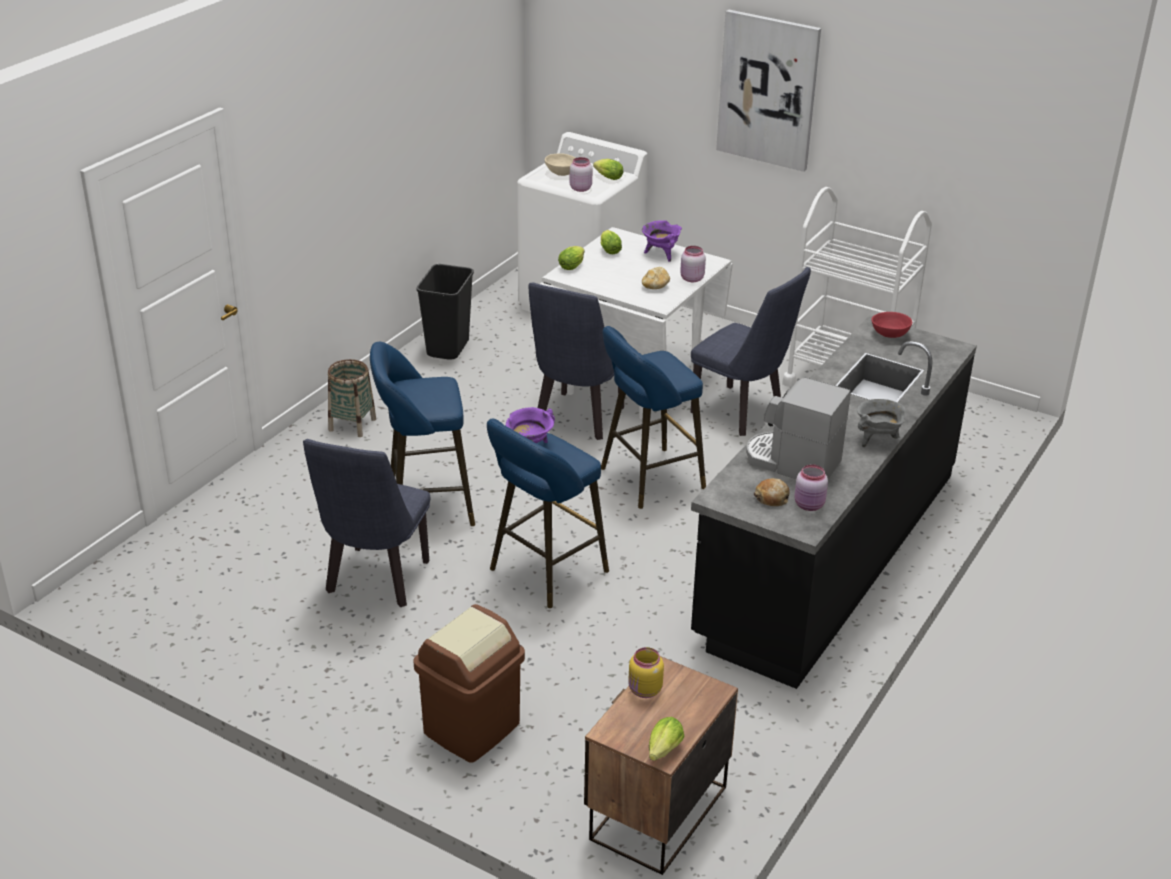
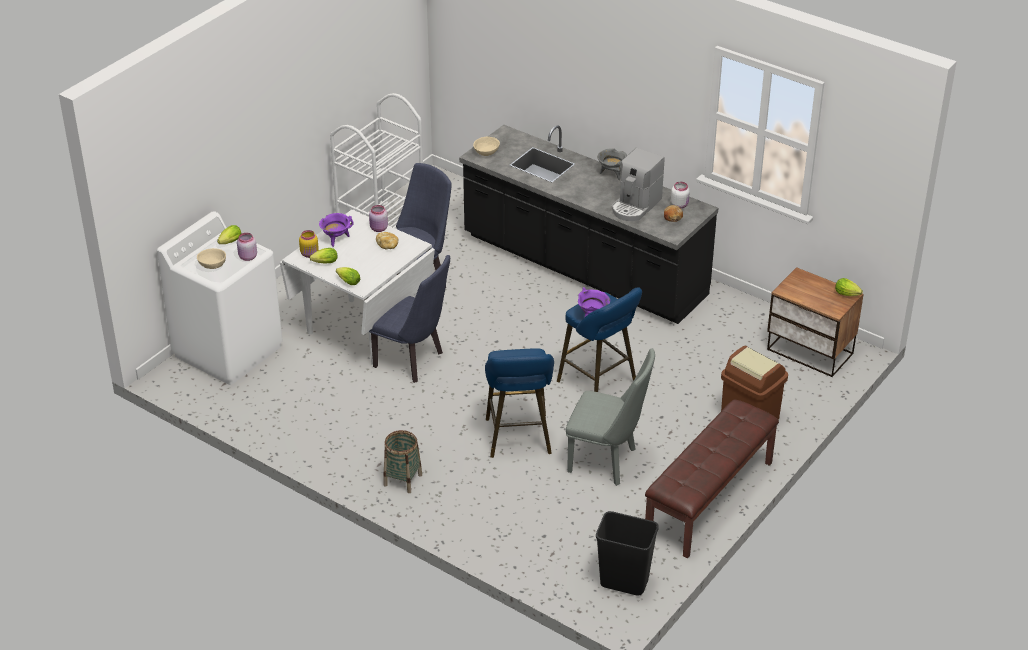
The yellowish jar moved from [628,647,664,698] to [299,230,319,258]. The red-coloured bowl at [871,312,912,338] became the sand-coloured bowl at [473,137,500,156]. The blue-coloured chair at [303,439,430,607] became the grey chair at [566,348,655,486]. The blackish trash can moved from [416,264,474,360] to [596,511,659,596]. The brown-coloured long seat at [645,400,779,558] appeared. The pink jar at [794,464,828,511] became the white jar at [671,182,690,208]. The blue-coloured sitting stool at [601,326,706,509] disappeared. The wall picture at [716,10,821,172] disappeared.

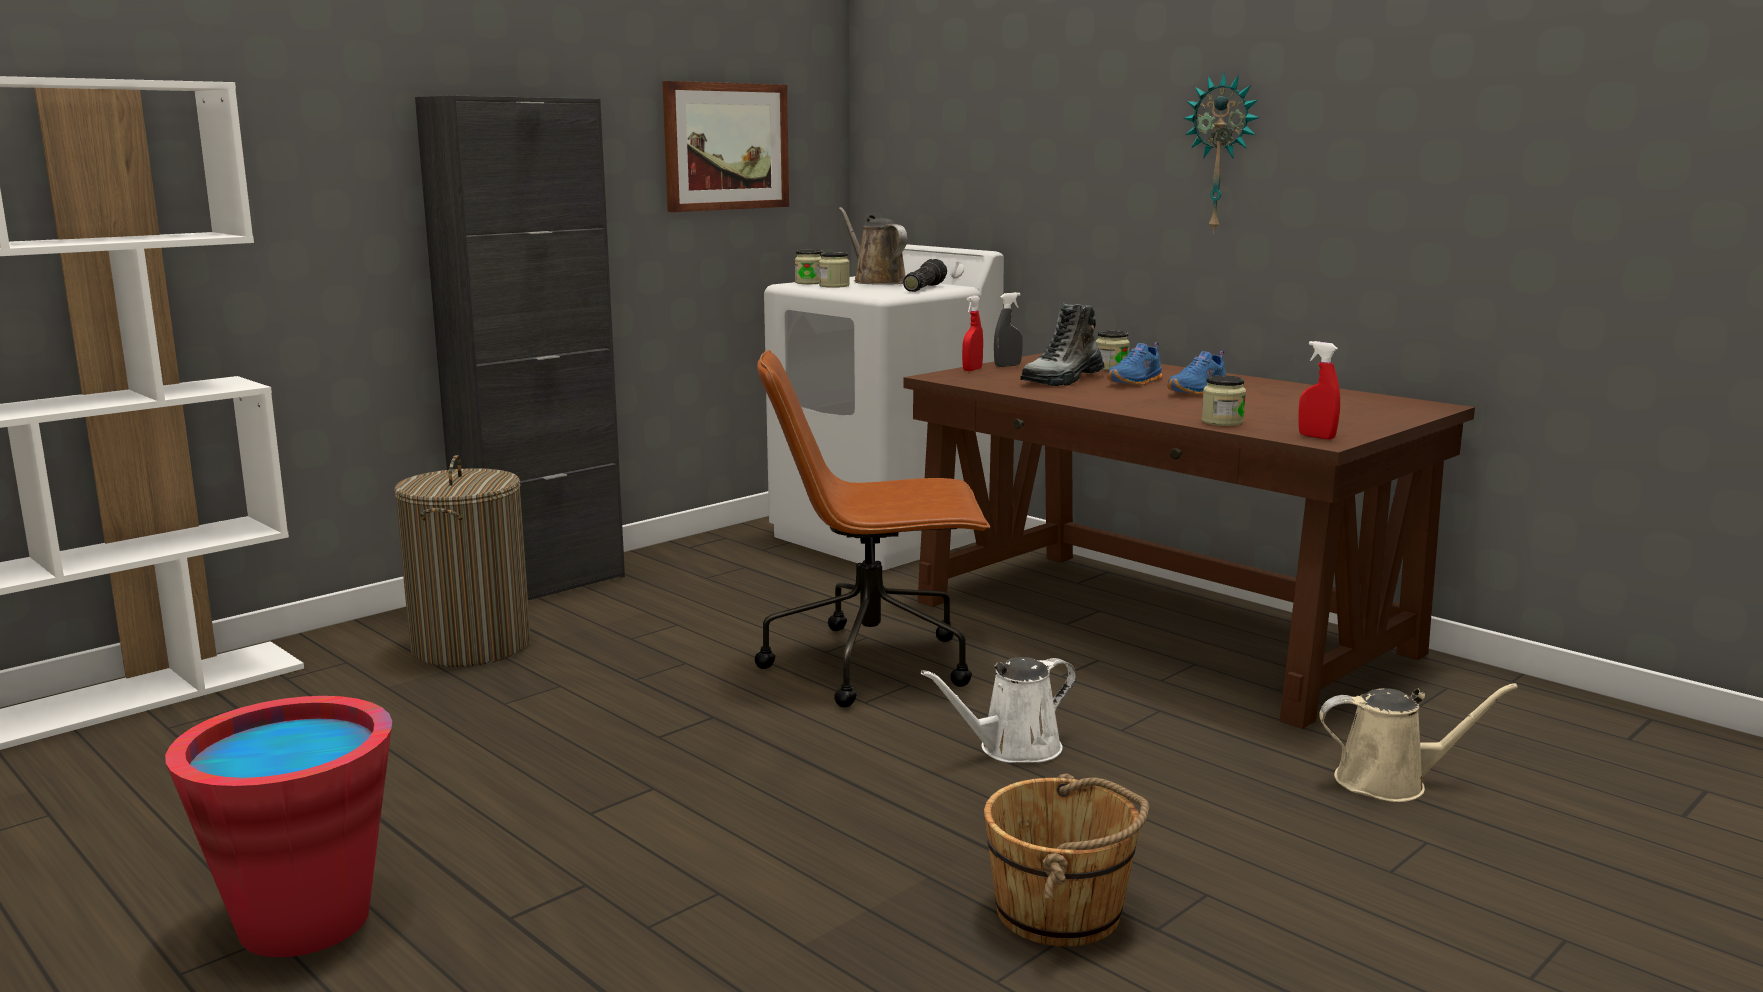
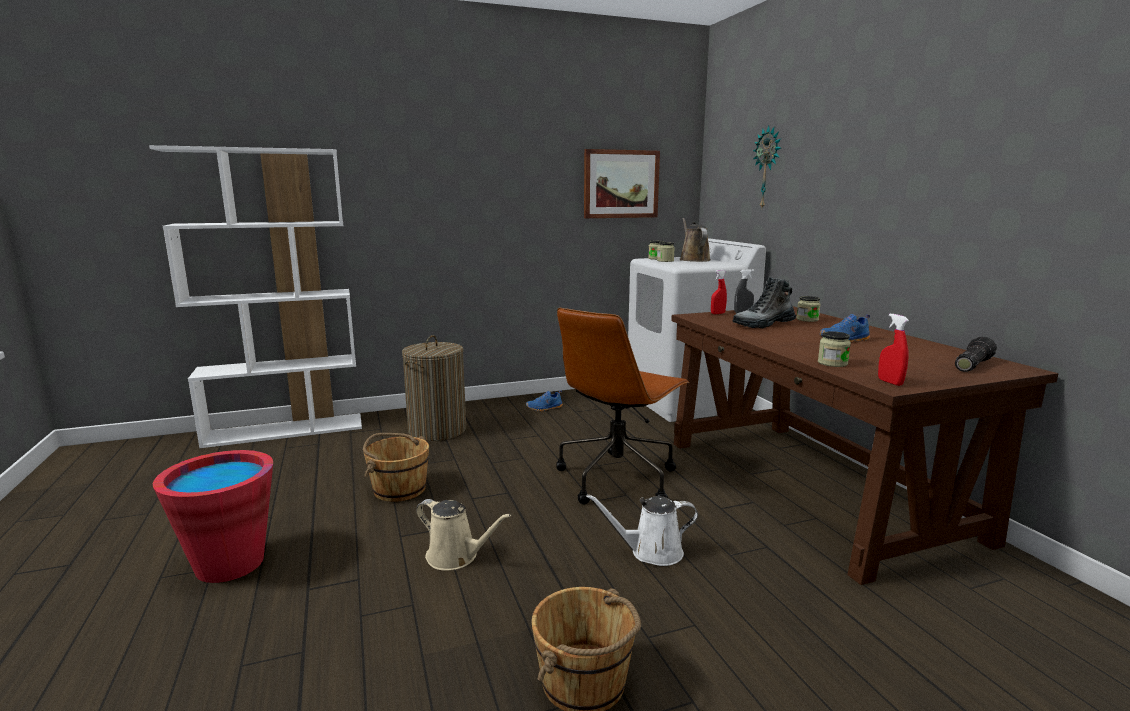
The brown-coloured water bucket at [363,433,429,502] appeared. The sand-coloured watering can moved from [1319,683,1518,802] to [416,499,511,571]. The blue-coloured shoe moved from [1107,342,1162,385] to [526,390,563,412]. The brown-coloured computer chair at [755,350,990,708] turned 75 degrees counterclockwise. The hanging clock moved from [1183,72,1260,234] to [753,126,781,208]. The torch moved from [903,259,947,292] to [955,337,997,372]. The blackish storage cabinet at [415,95,625,600] disappeared.

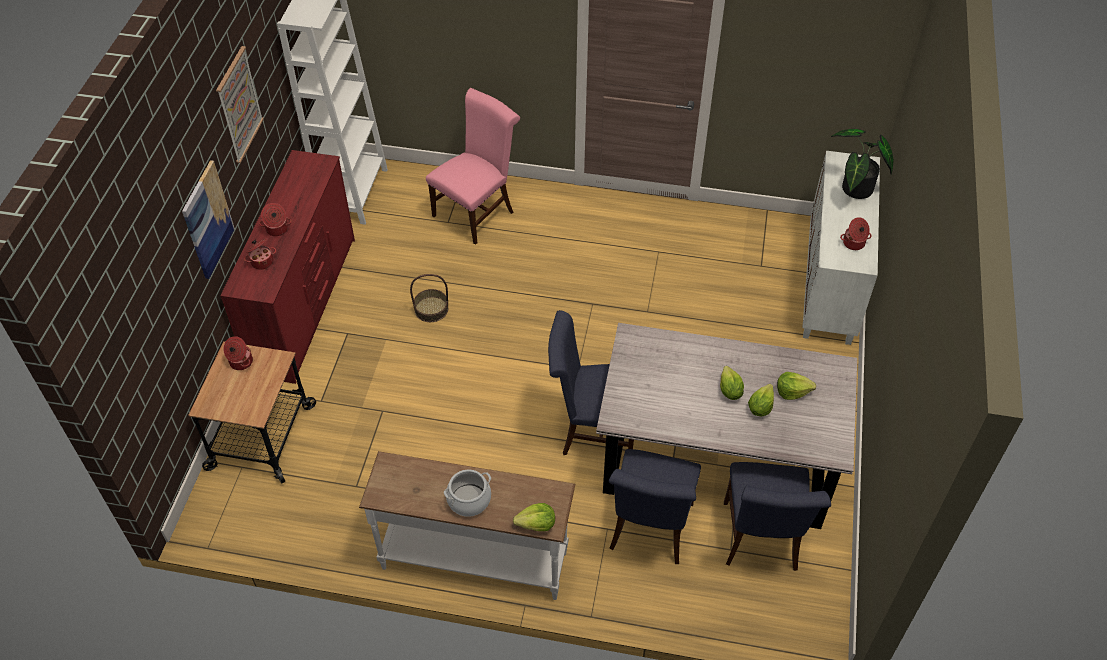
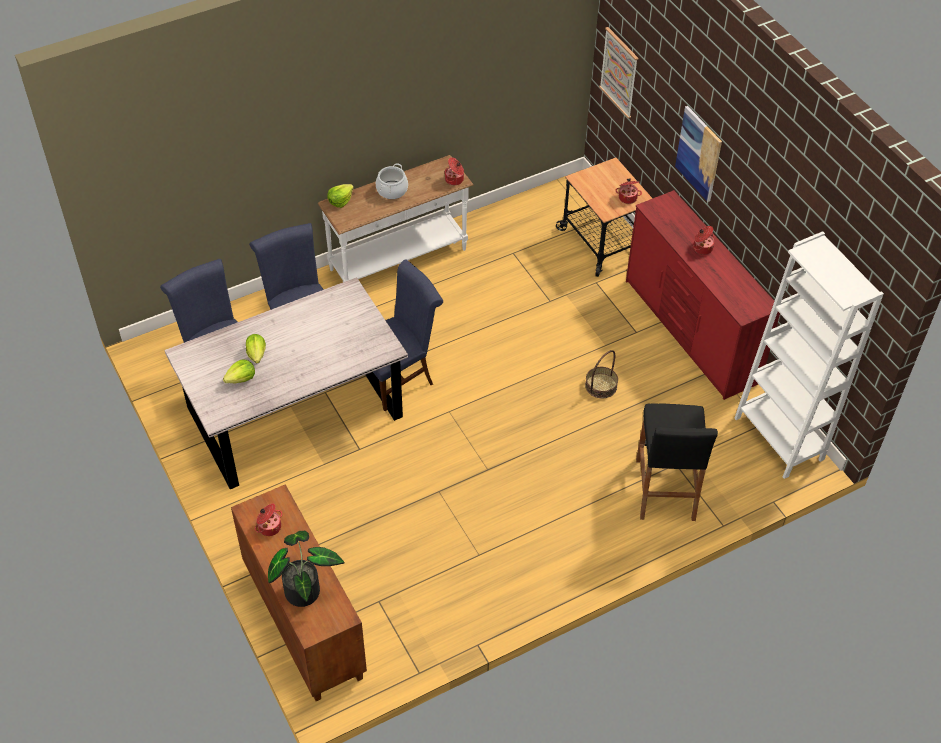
The white storage cabinet at [802,151,880,345] became the brown-coloured storage cabinet at [231,484,367,701]. The stockpot moved from [244,238,276,270] to [444,157,464,185]. The wall picture moved from [216,46,264,163] to [599,27,638,118]. The pink chair at [426,88,520,245] was replaced by the blackish sitting stool at [636,403,718,521]. The lettuce at [720,366,744,400] disappeared.

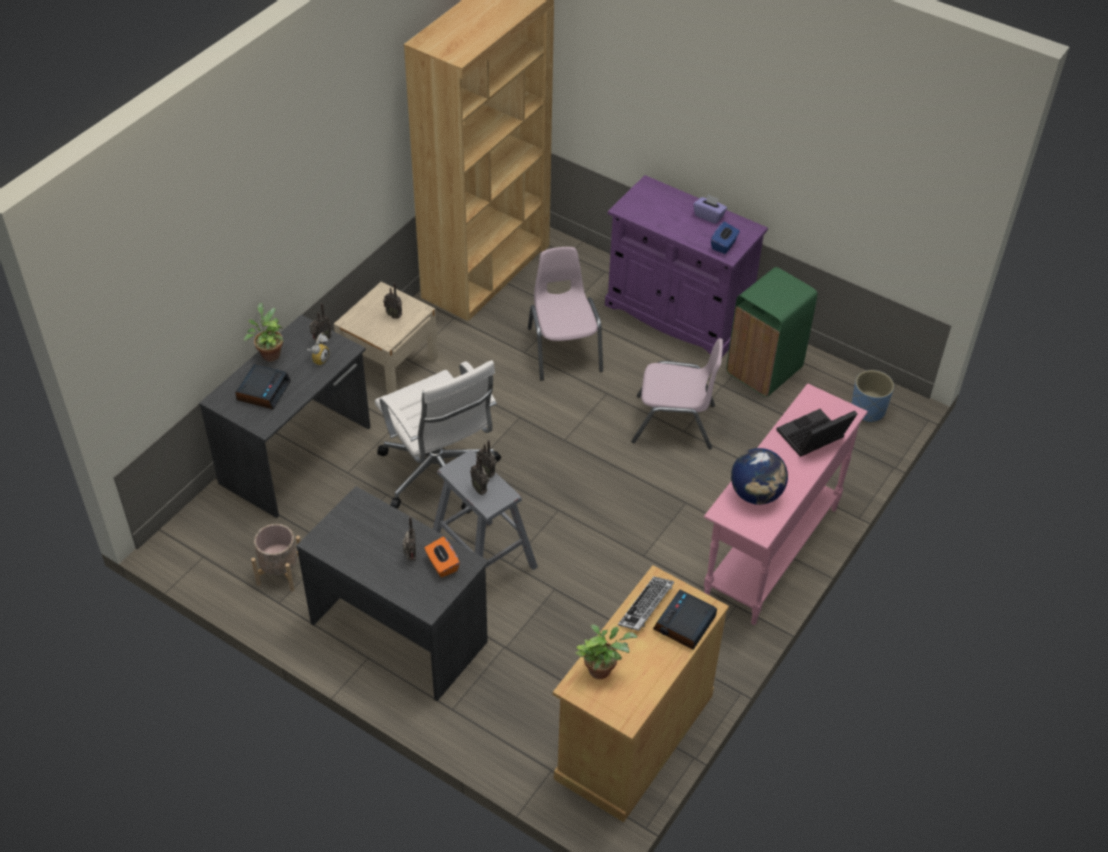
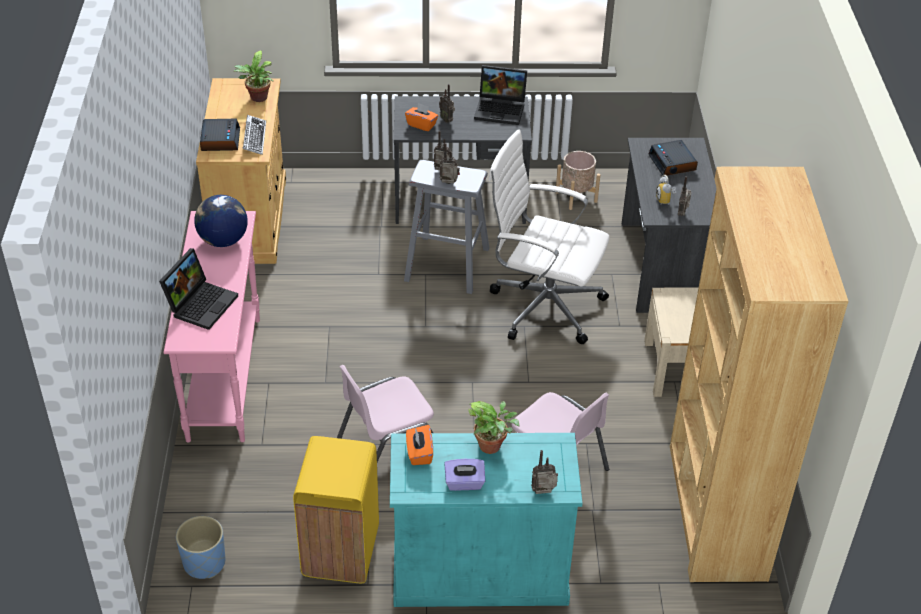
The green trash can at [726,267,817,397] became the yellowish trash can at [293,436,379,583]. The purple storage cabinet at [605,175,768,357] became the blue-green storage cabinet at [390,433,583,607]. The blue-coloured tissue box at [711,222,740,254] became the orange-coloured tissue box at [406,425,433,465]. The houseplant moved from [244,303,284,362] to [468,401,519,454]. The laptop at [474,65,527,125] appeared. The radio receiver moved from [383,282,402,319] to [531,450,558,494].

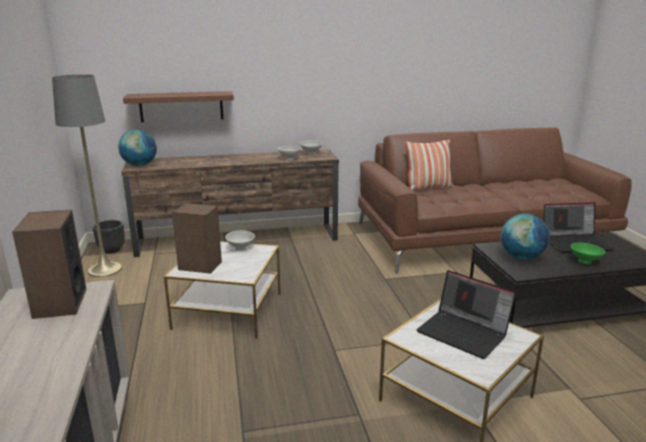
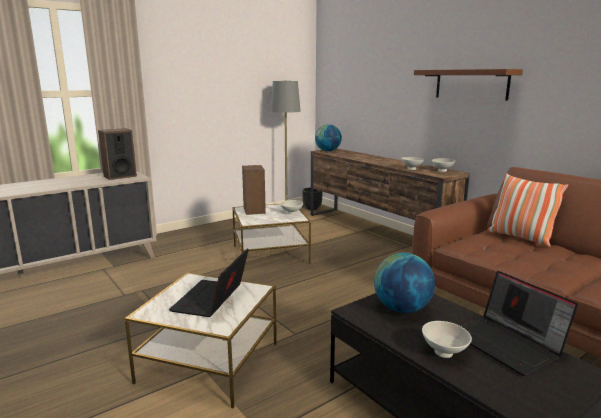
The brown-coloured shelf moved from [123,91,234,122] to [414,69,523,101]. The green bowl at [571,243,605,264] became the white bowl at [422,321,472,358].

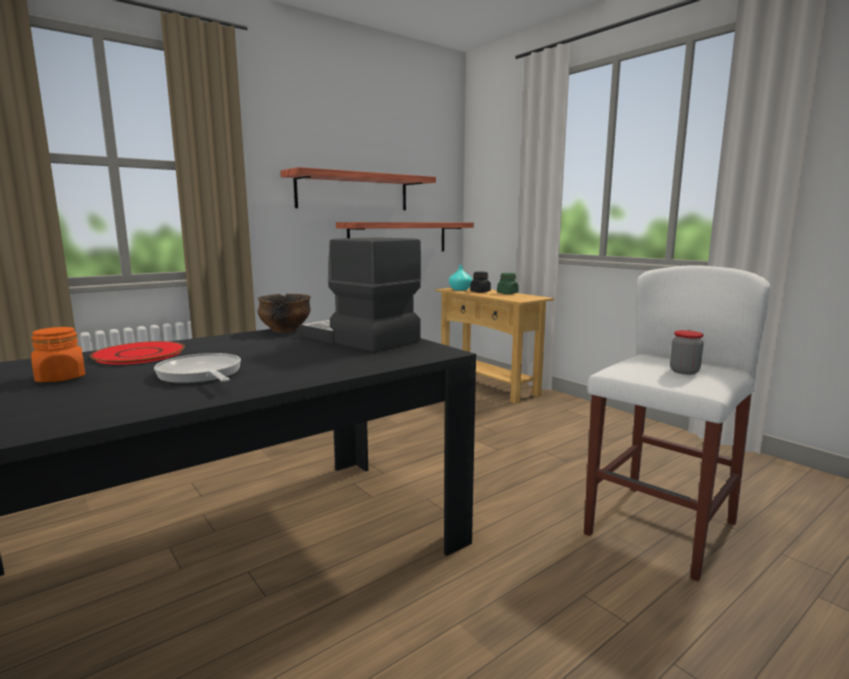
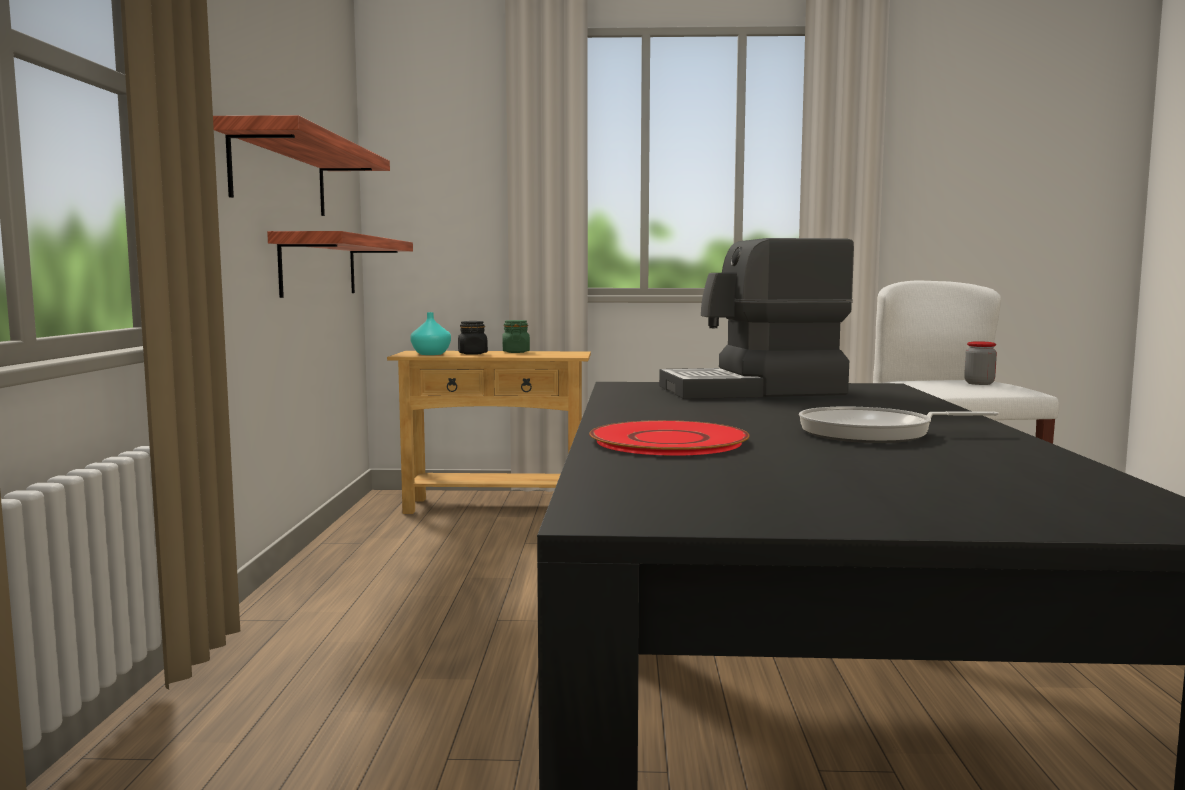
The orange-coloured jar at [31,327,85,382] disappeared. The bowl at [258,294,311,332] disappeared.

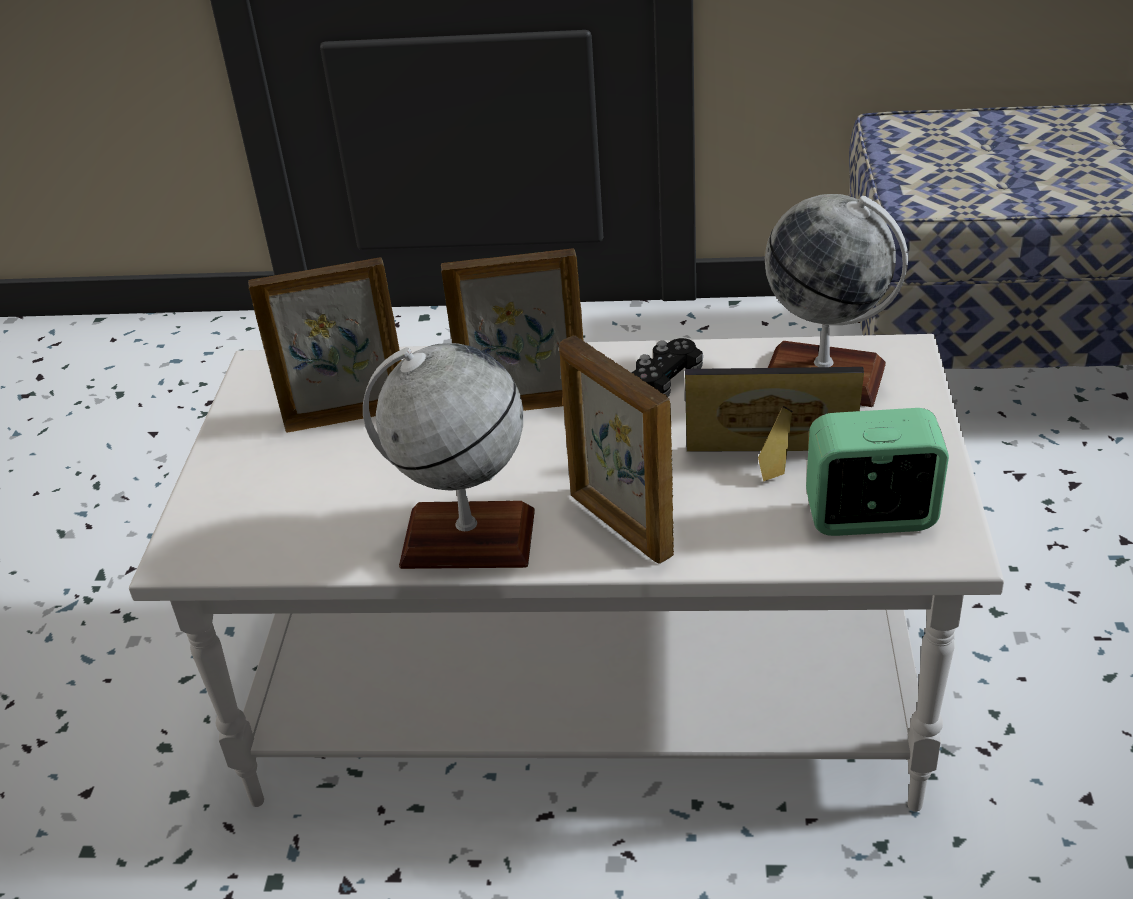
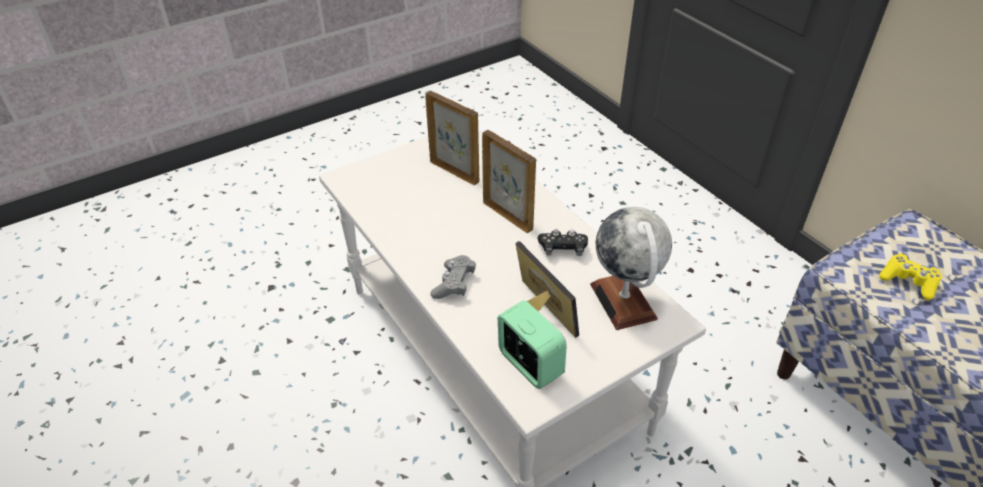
The picture frame at [559,336,674,564] was replaced by the grey joypad at [430,255,476,299]. The yellowish joypad at [879,253,942,300] appeared. The globe at [363,343,535,569] disappeared.

